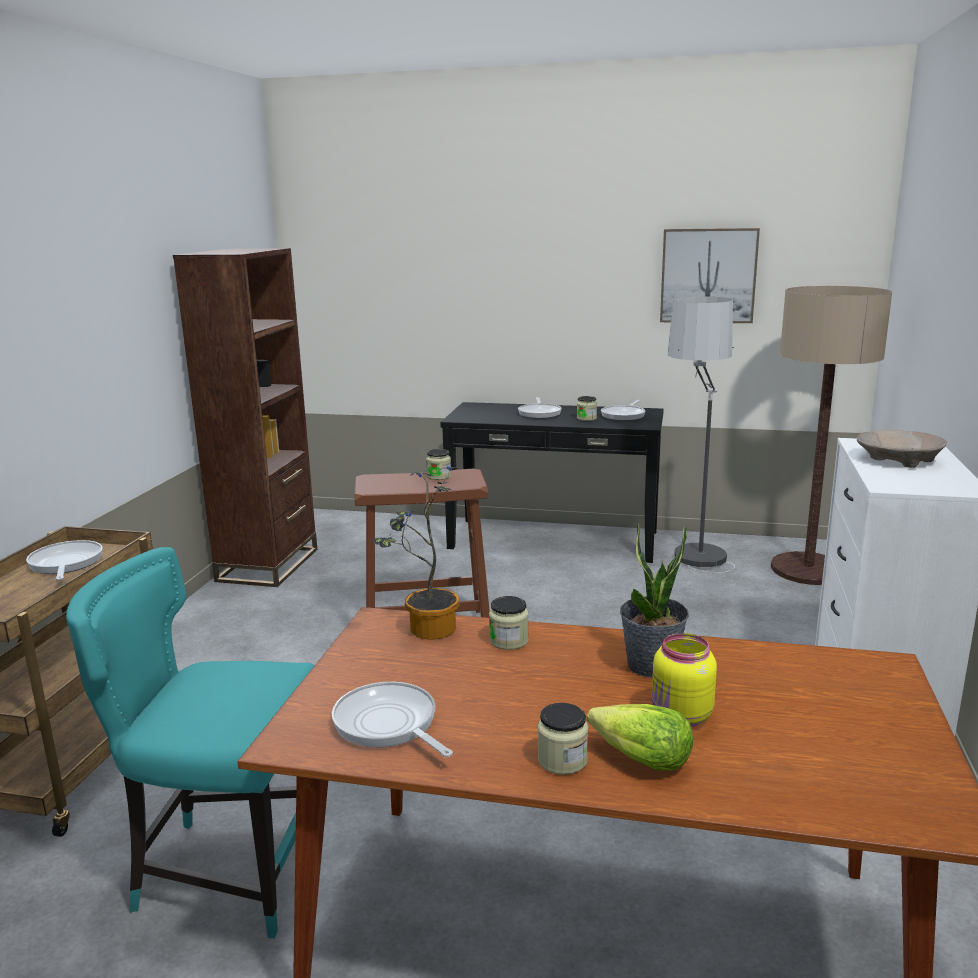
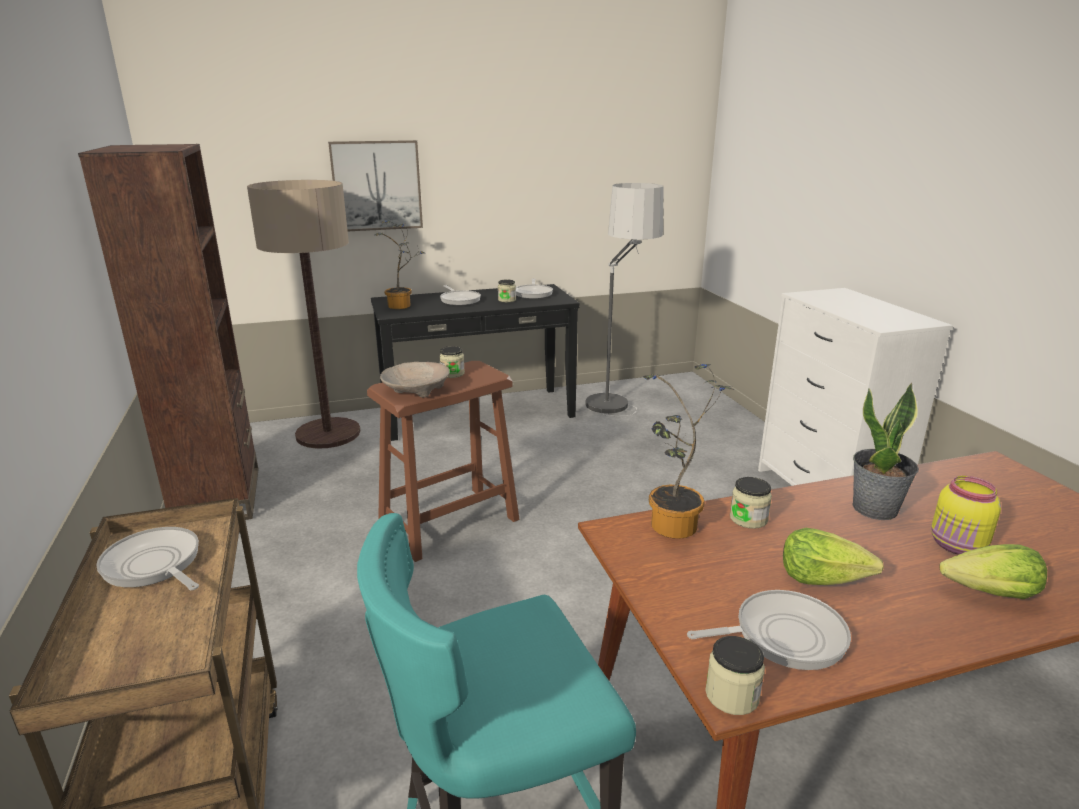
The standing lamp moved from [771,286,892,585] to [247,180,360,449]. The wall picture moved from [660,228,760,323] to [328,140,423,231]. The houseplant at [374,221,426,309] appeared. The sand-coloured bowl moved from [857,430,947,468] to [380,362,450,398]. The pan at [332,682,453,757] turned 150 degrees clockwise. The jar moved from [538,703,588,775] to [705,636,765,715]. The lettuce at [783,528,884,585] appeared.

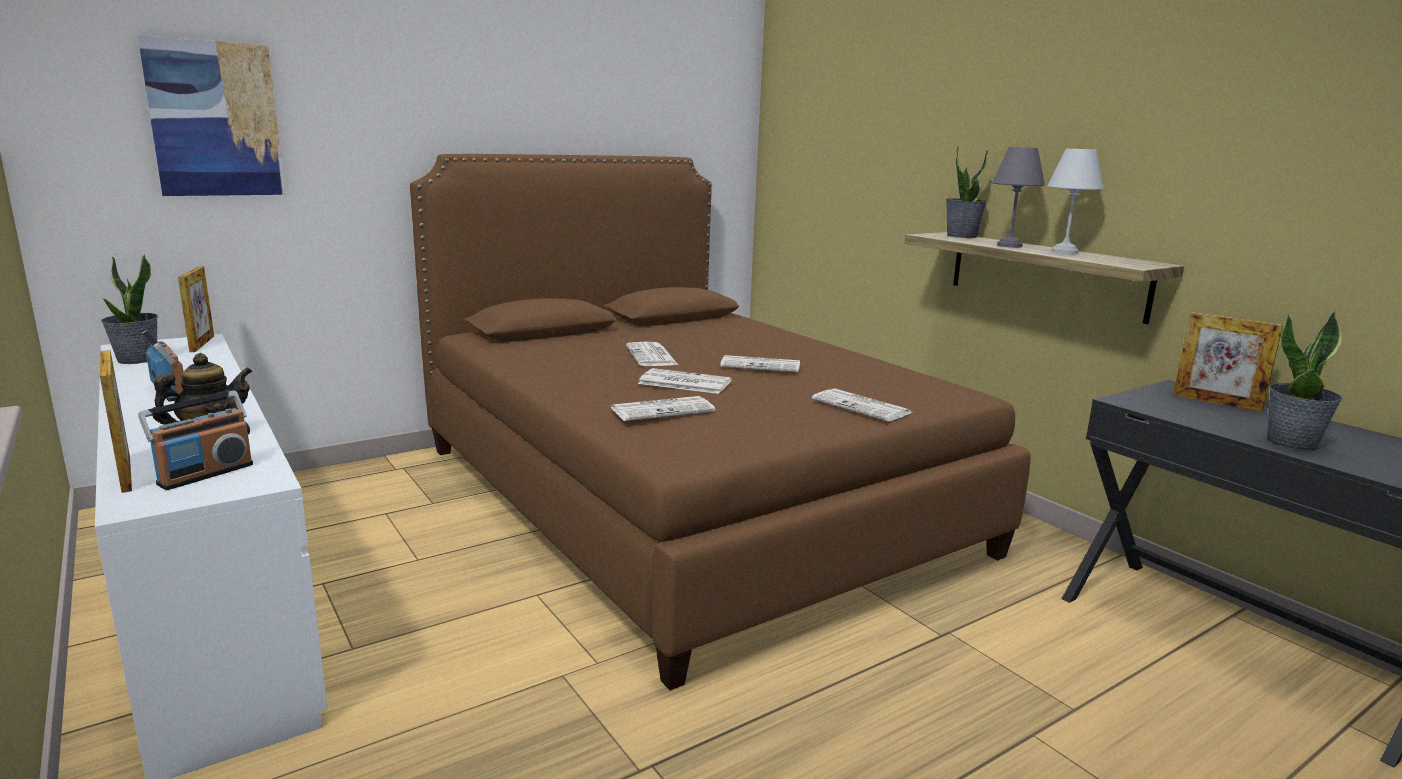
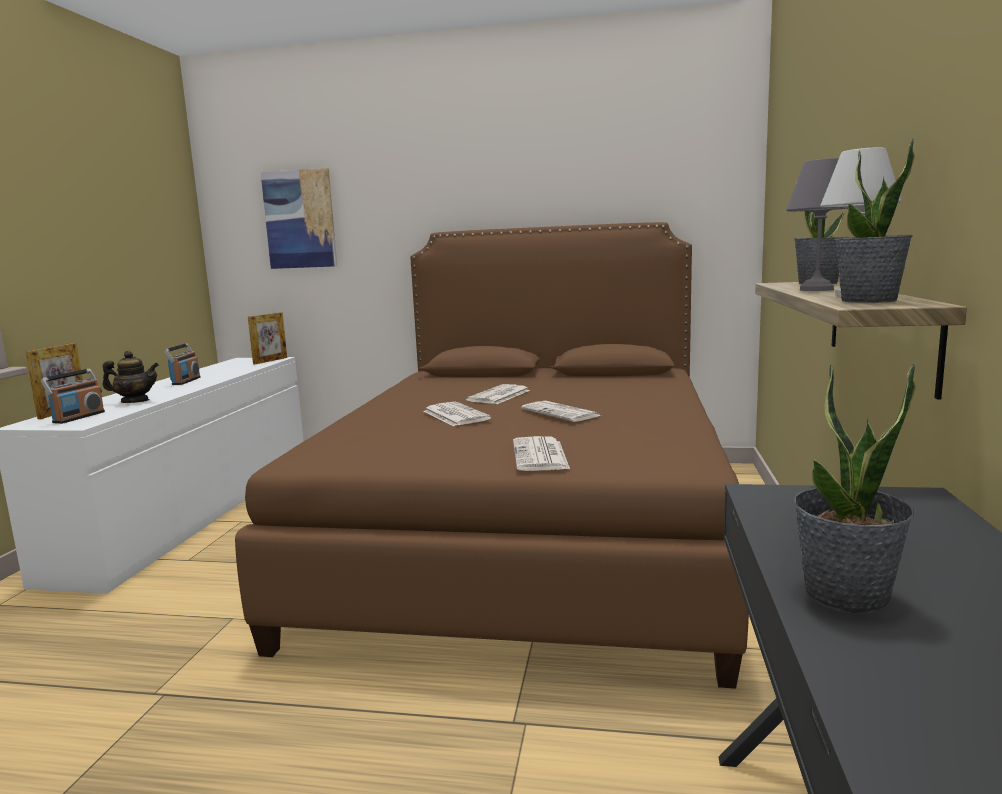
The radio receiver at [138,390,253,490] turned 60 degrees counterclockwise. The houseplant moved from [101,254,158,364] to [834,139,915,303]. The printed paper at [610,396,715,421] disappeared. The picture frame at [1173,312,1283,413] disappeared.

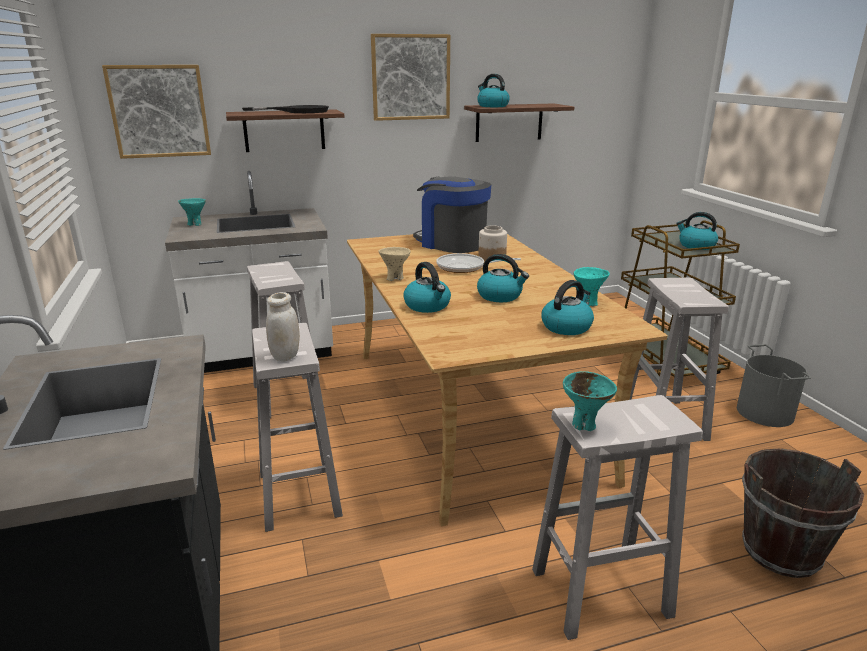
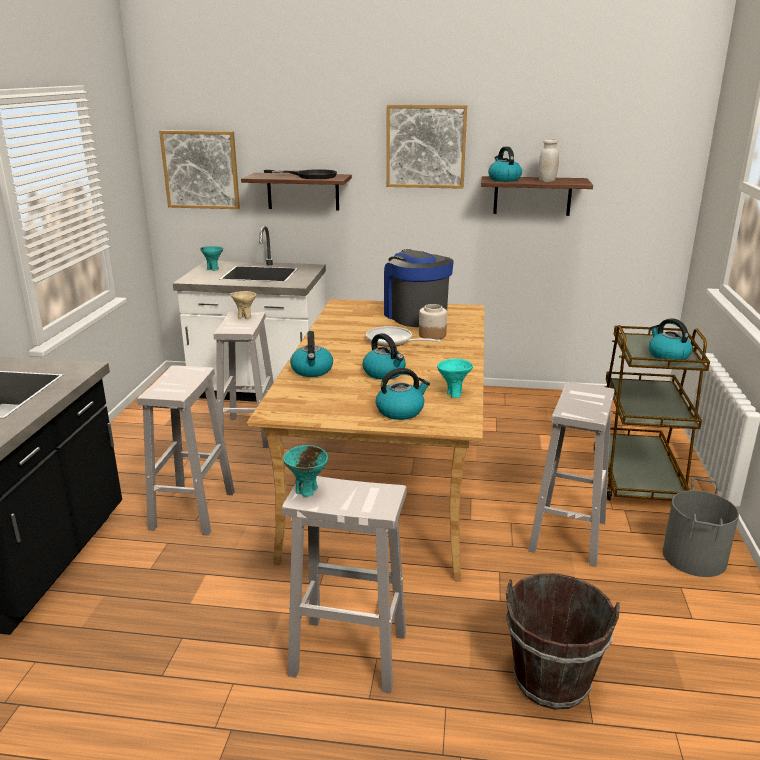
The sand-coloured bowl moved from [378,247,411,281] to [231,291,257,319]. The white jar moved from [266,292,300,361] to [538,139,559,182].

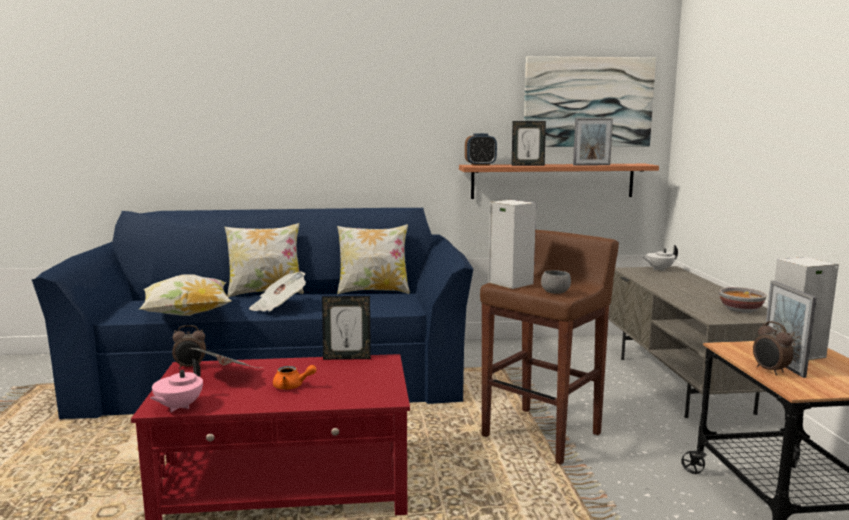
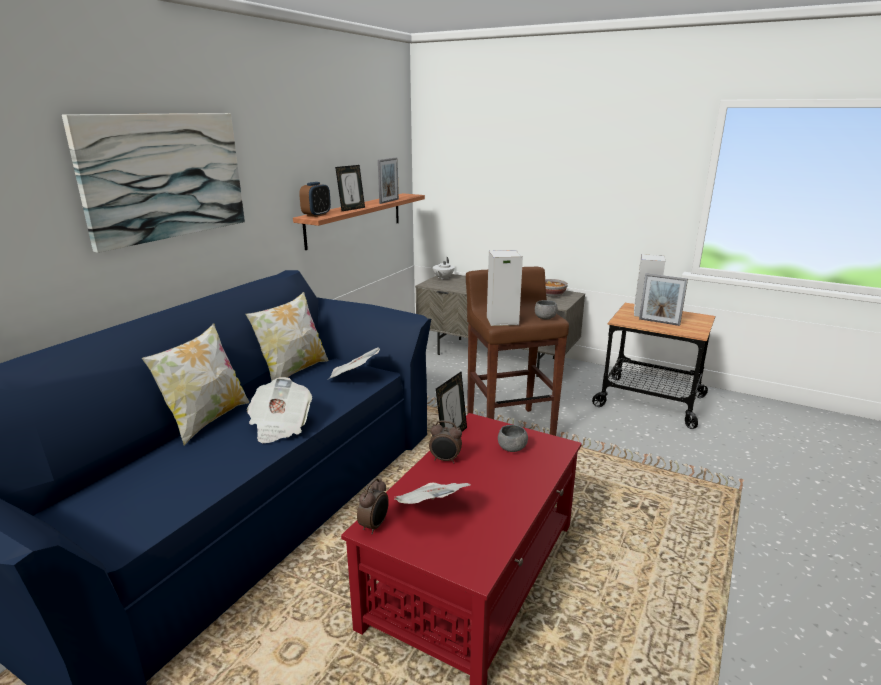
The wall picture moved from [524,56,656,147] to [62,113,245,253]. The printed paper at [329,348,380,379] appeared. The alarm clock moved from [753,321,793,375] to [429,420,462,463]. The grey bowl at [498,425,528,452] appeared. The pillow at [140,274,231,316] disappeared. The pink teapot at [150,359,203,412] disappeared. The orange-coloured teapot at [273,365,317,390] disappeared.

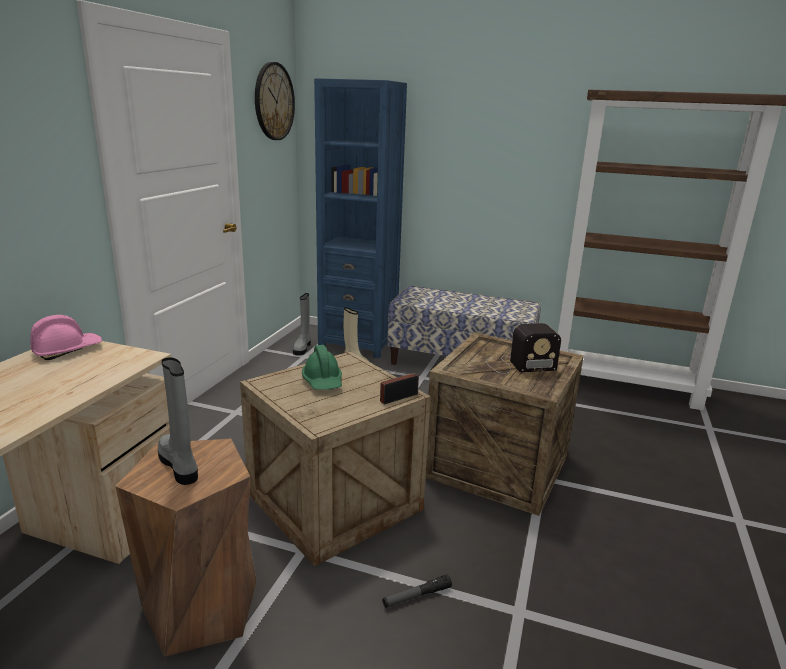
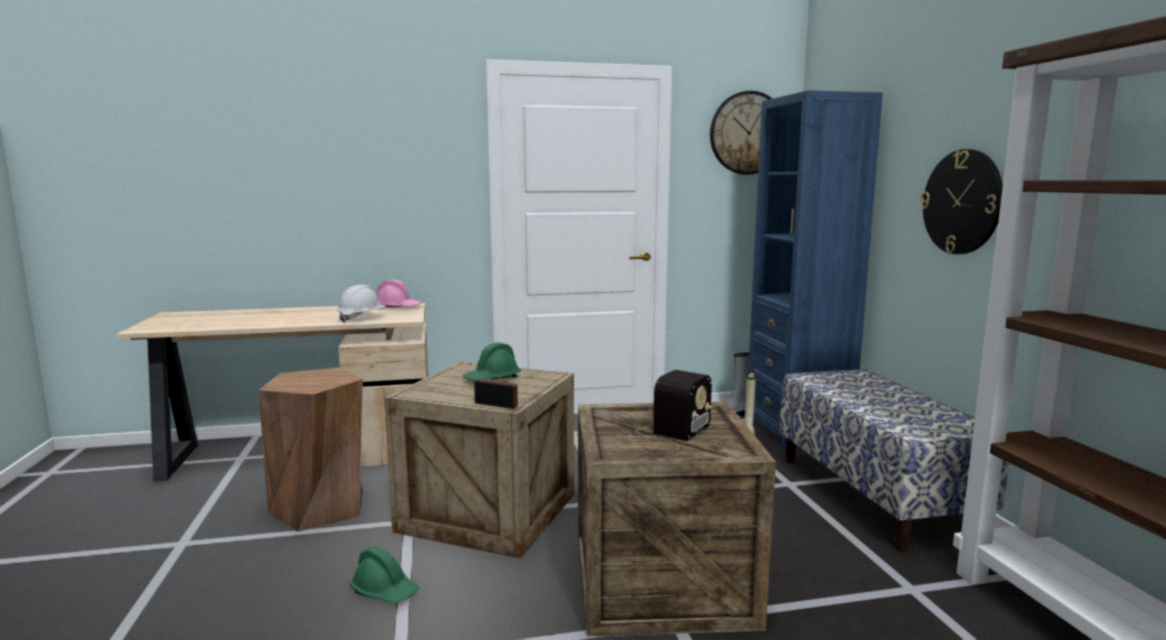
The white work helmet at [337,285,386,322] appeared. The torch at [382,574,452,608] was replaced by the green work helmet at [349,546,419,604]. The radio receiver at [486,323,561,374] turned 105 degrees counterclockwise. The hanging clock at [920,149,1003,254] appeared. The grey tall boot at [158,357,198,485] disappeared.

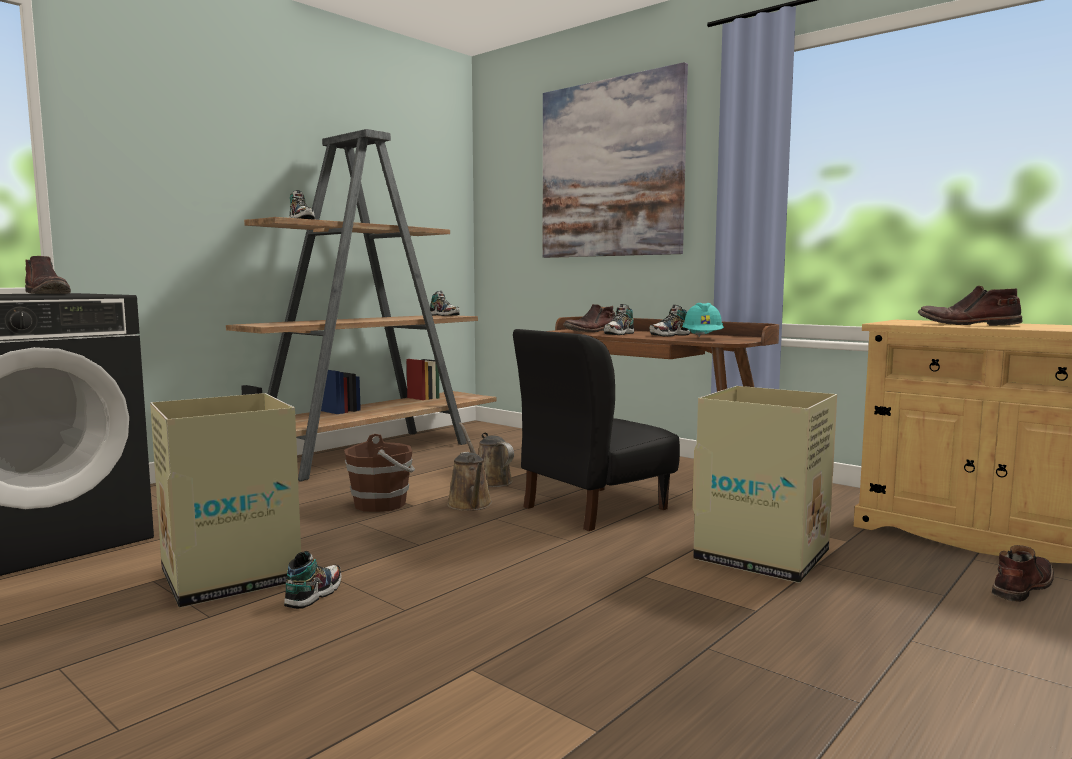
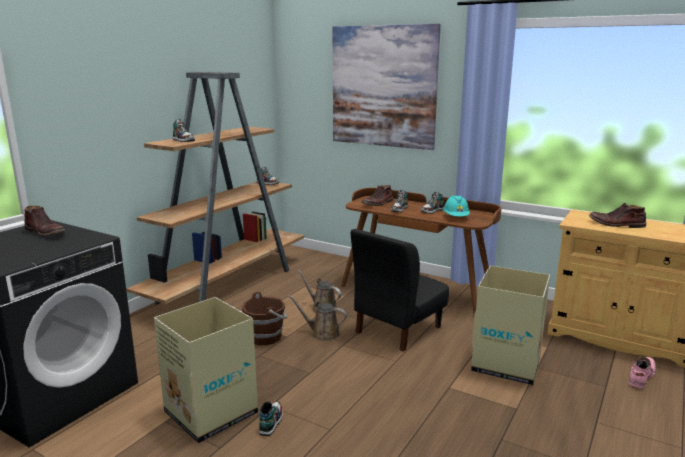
The brown-coloured watering can at [447,452,492,511] turned 135 degrees clockwise. The brown-coloured tall boot at [992,545,1054,602] became the pink tall boot at [628,357,656,389].

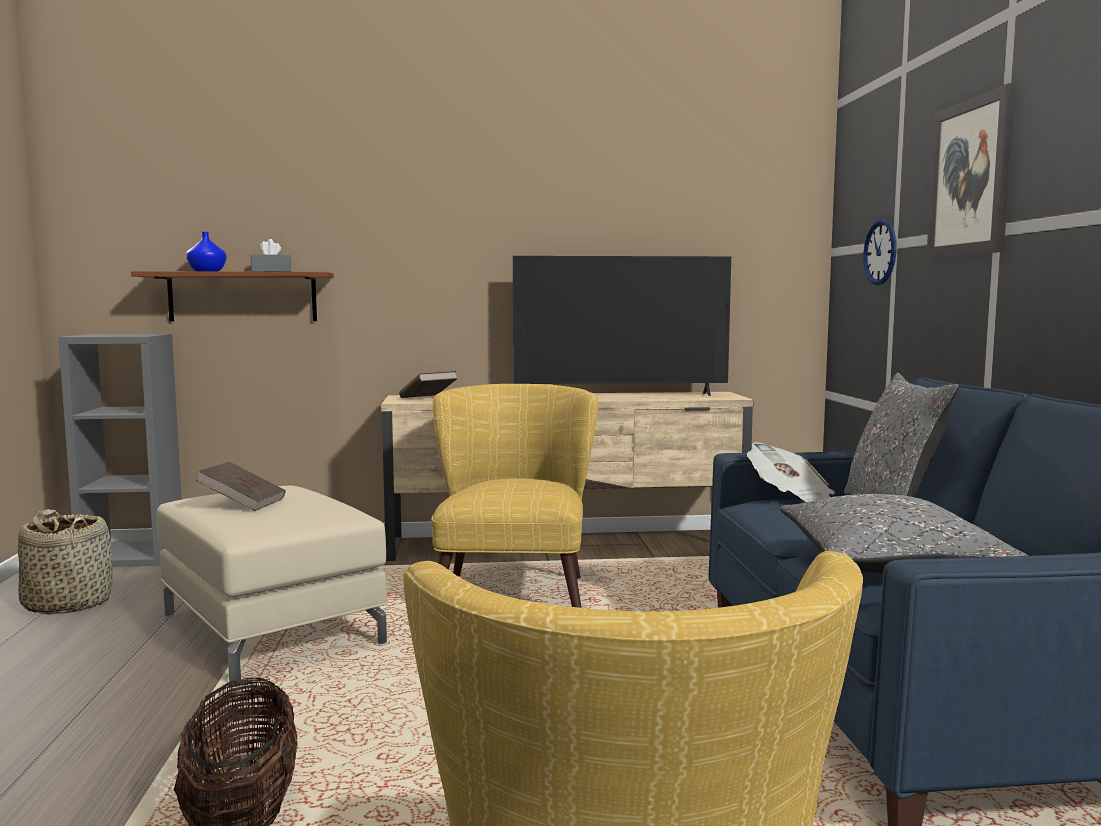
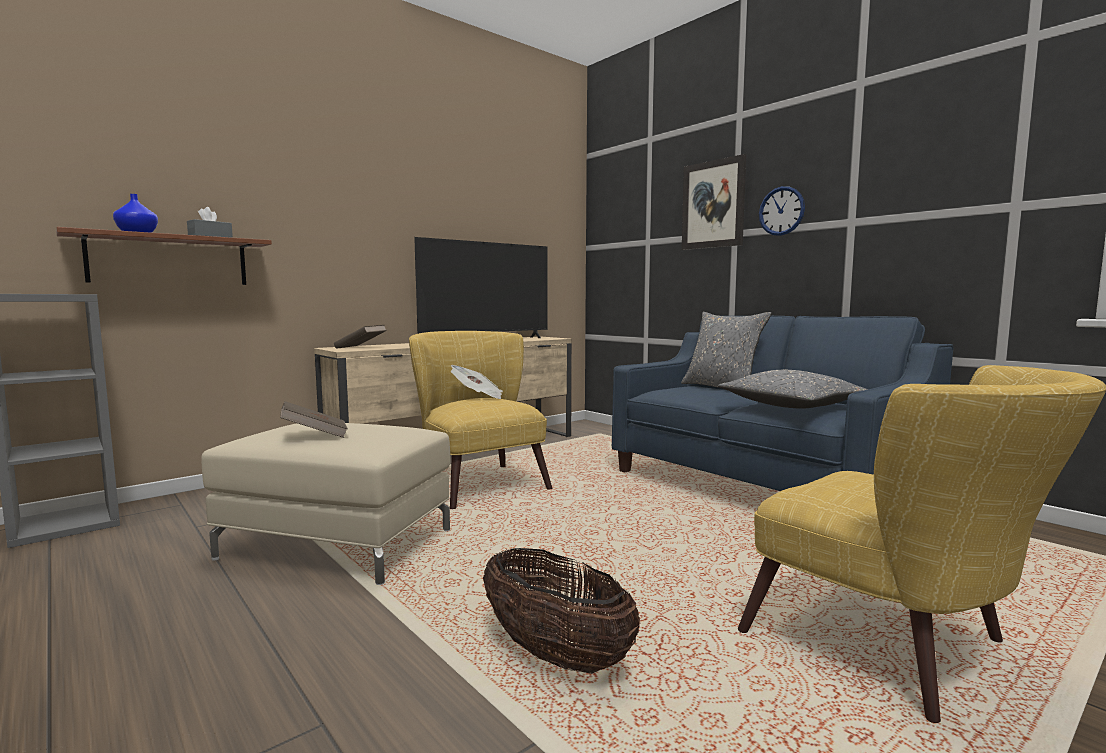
The printed paper moved from [747,442,835,502] to [451,365,503,399]. The hanging clock moved from [863,220,897,285] to [759,186,805,236]. The basket at [18,509,113,614] disappeared.

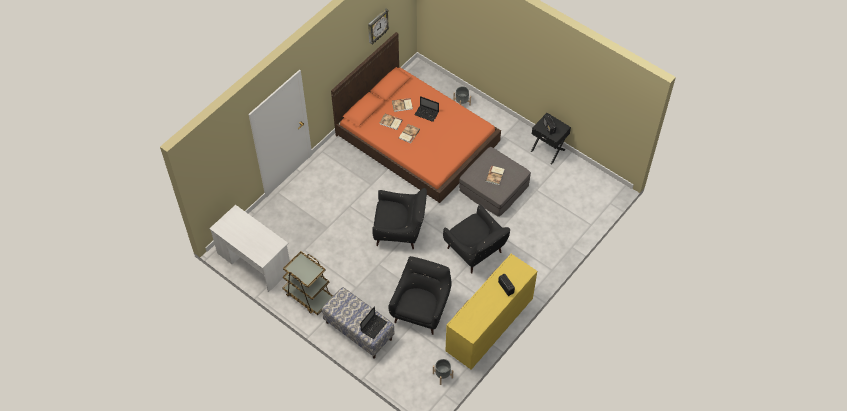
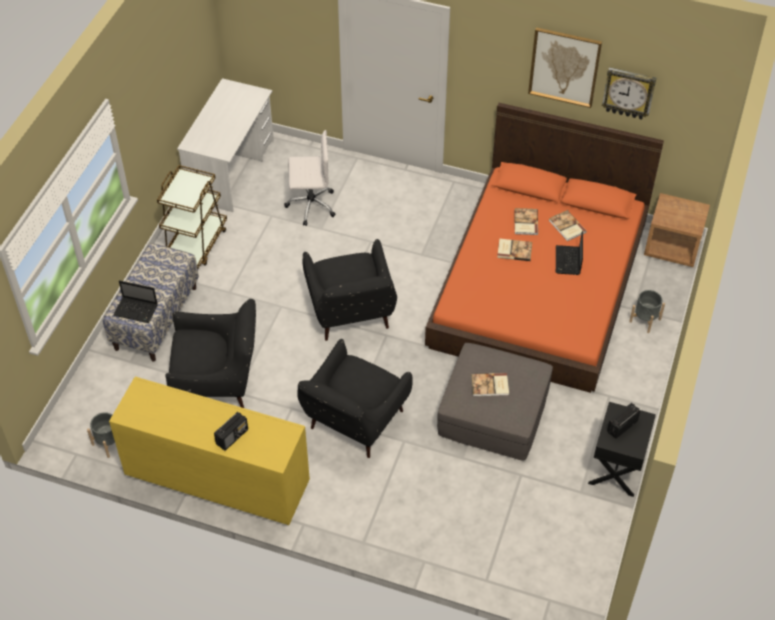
The white computer chair at [284,130,335,226] appeared. The wall picture at [528,27,602,108] appeared. The brown-coloured bedside table at [644,193,710,267] appeared.

